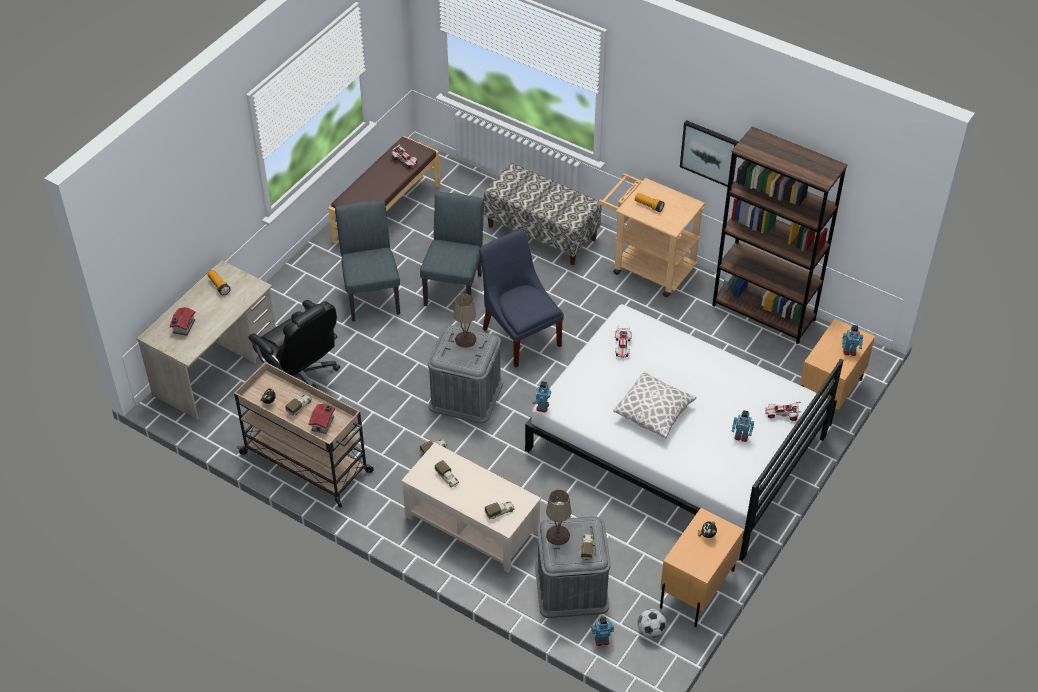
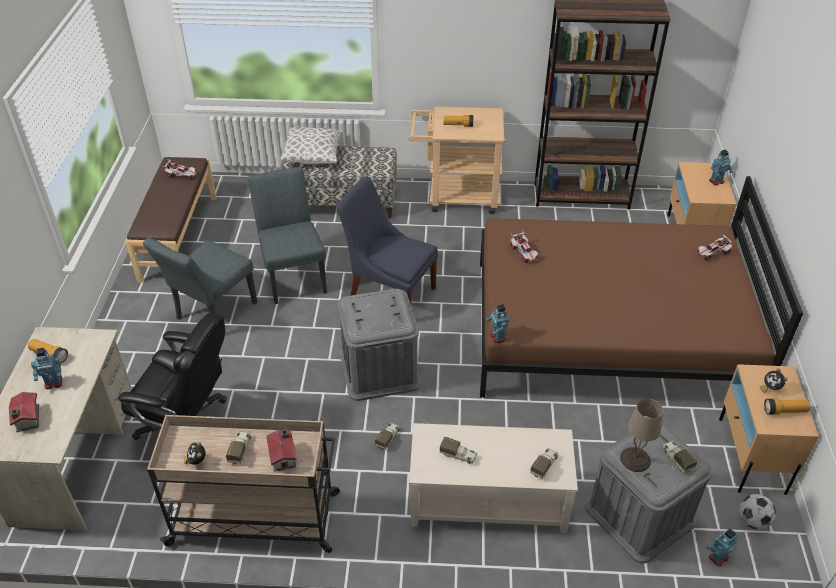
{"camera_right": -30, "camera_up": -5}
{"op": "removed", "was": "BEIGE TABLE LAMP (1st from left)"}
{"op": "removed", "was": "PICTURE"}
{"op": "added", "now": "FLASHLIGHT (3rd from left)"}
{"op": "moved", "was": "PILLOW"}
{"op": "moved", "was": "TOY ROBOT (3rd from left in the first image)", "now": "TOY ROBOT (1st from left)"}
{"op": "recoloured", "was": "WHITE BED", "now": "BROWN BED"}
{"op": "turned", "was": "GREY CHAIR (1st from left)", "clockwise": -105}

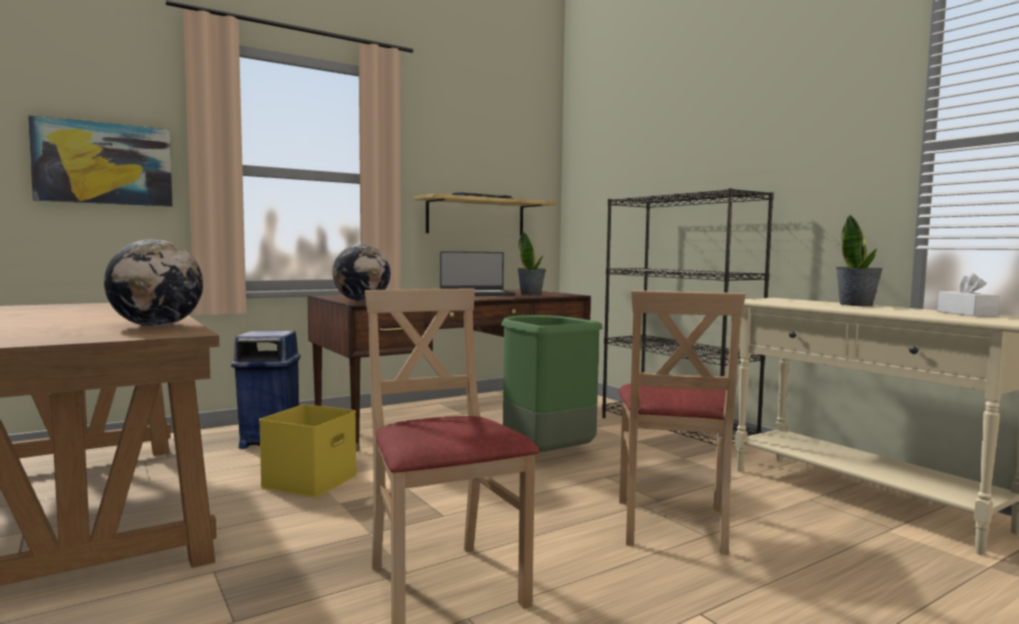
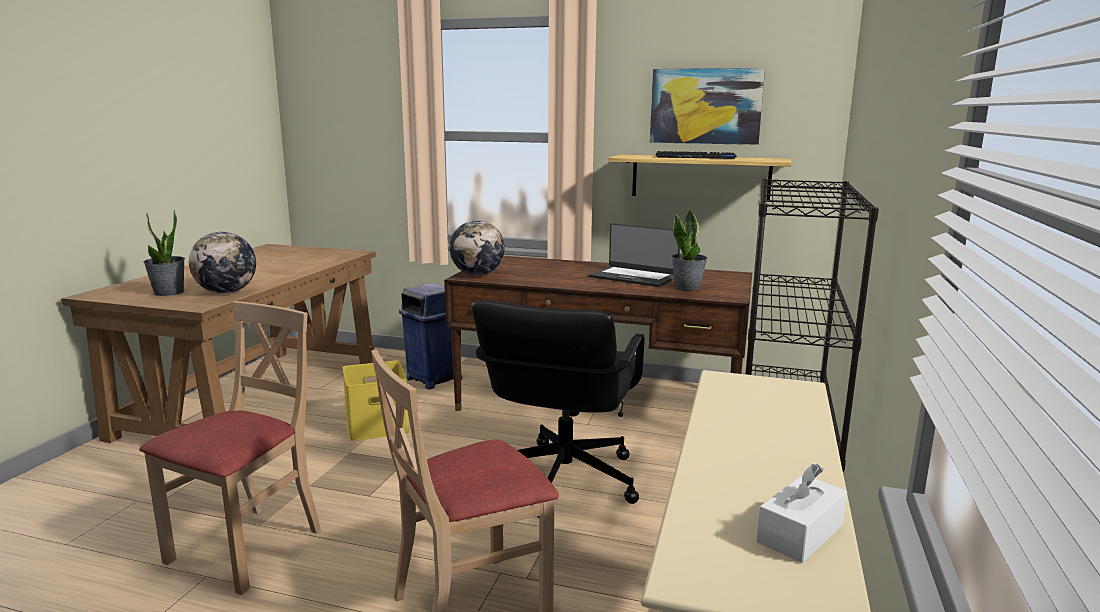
{"camera_right": 50, "camera_up": 10}
{"op": "moved", "was": "PICTURE"}
{"op": "moved", "was": "POTTED PLANT (2nd from left in the first image)", "now": "POTTED PLANT (1st from left)"}
{"op": "replaced", "was": "GREEN TRASH CAN", "now": "BLACK OFFICE CHAIR"}

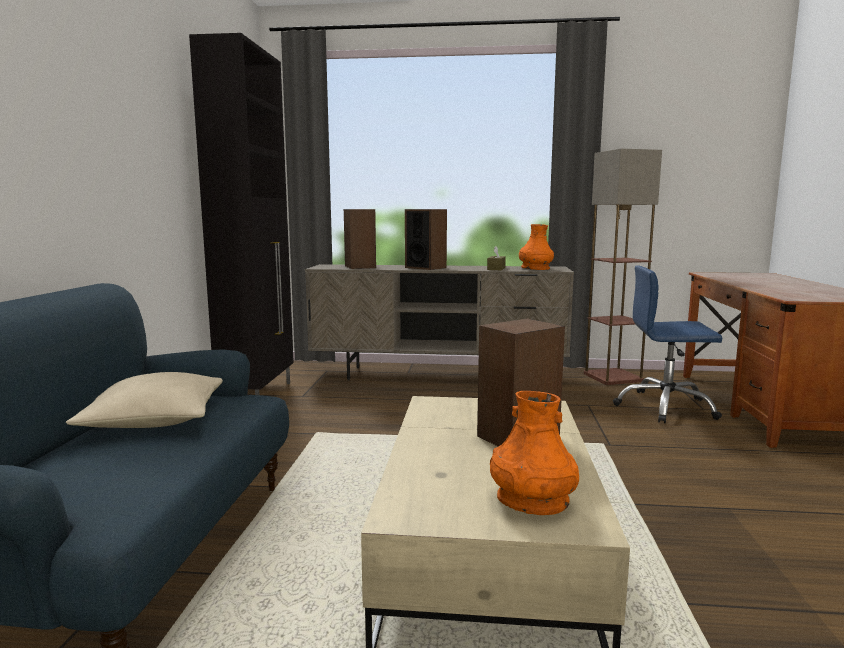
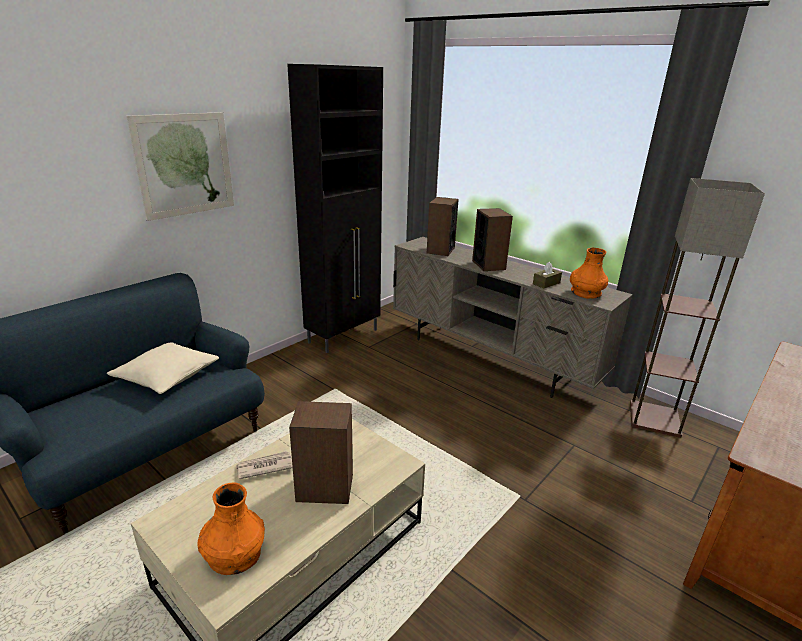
{"camera_right": 35, "camera_up": 15}
{"op": "removed", "was": "BLUE OFFICE CHAIR"}
{"op": "added", "now": "PICTURE"}
{"op": "added", "now": "NEWSPAPER"}

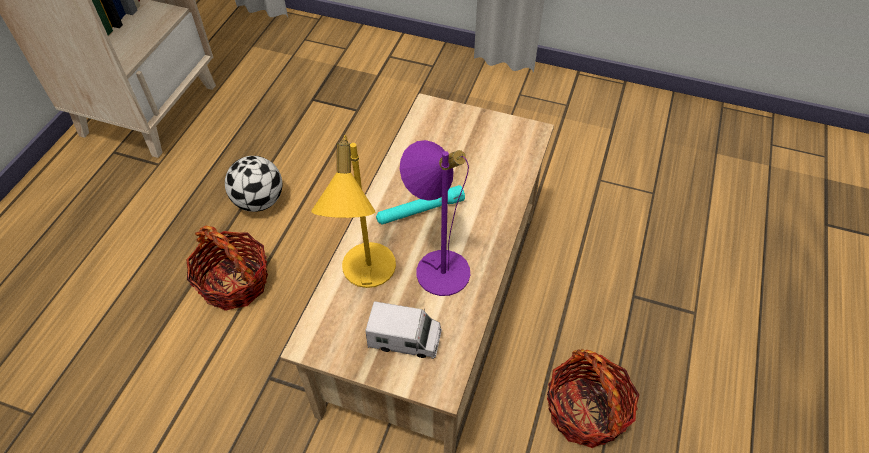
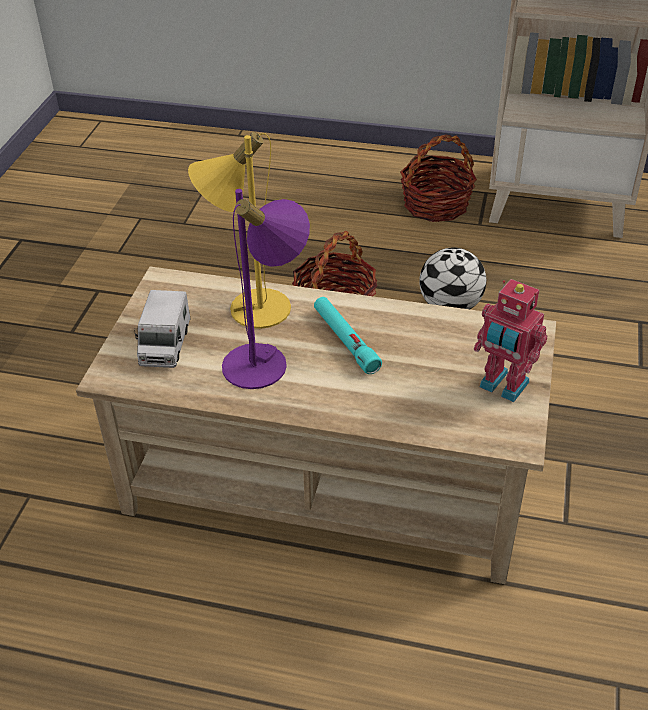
{"camera_right": 85, "camera_up": -10}
{"op": "added", "now": "TOY ROBOT"}
{"op": "moved", "was": "BASKET (2nd from left)"}

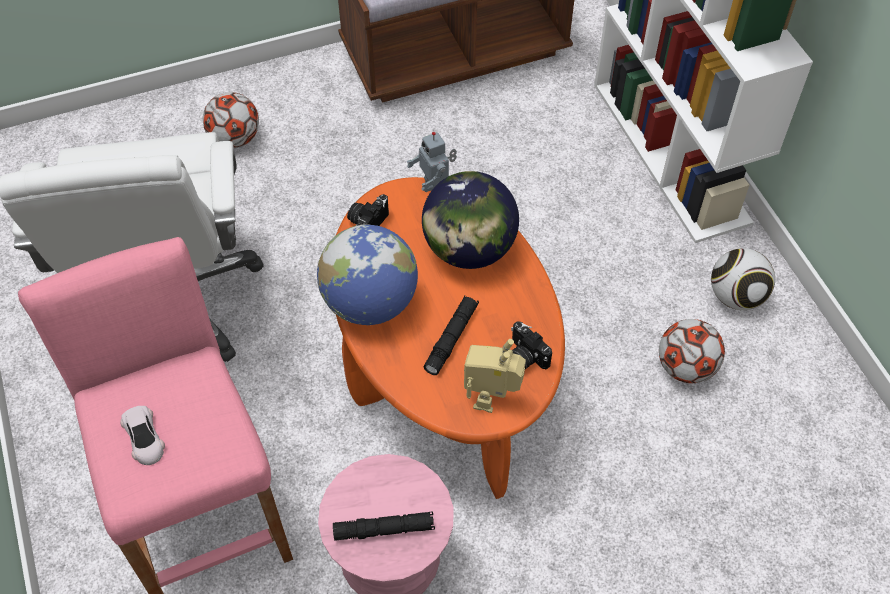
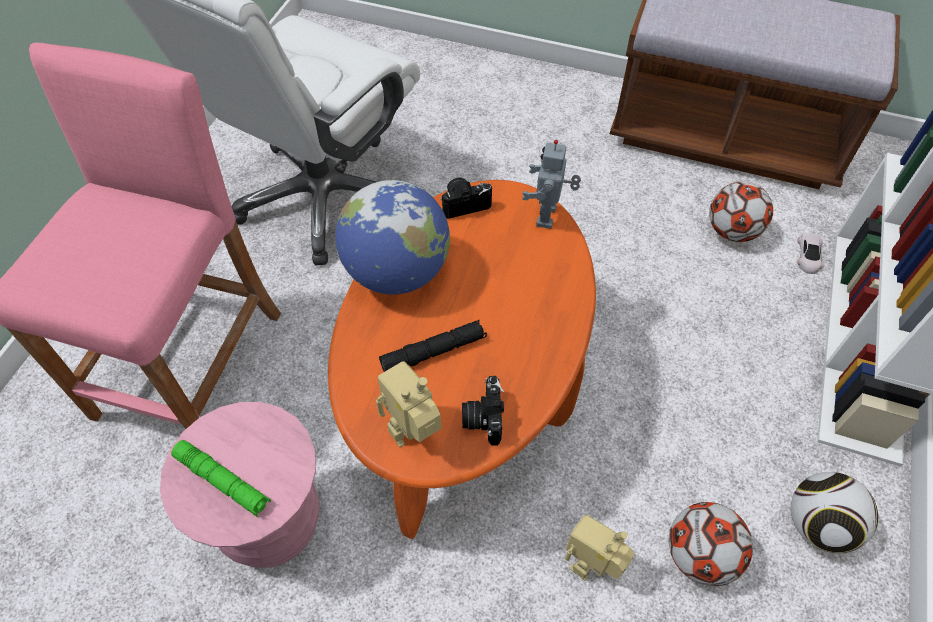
{"camera_right": 40, "camera_up": 0}
{"op": "removed", "was": "GLOBE (2nd from left)"}
{"op": "added", "now": "TOY ROBOT (3rd from left)"}
{"op": "moved", "was": "WHITE TOY CAR"}
{"op": "moved", "was": "FOOTBALL (1st from left in the first image)", "now": "FOOTBALL (2nd from left)"}
{"op": "recoloured", "was": "BLACK FLASHLIGHT (1st from left)", "now": "GREEN FLASHLIGHT"}

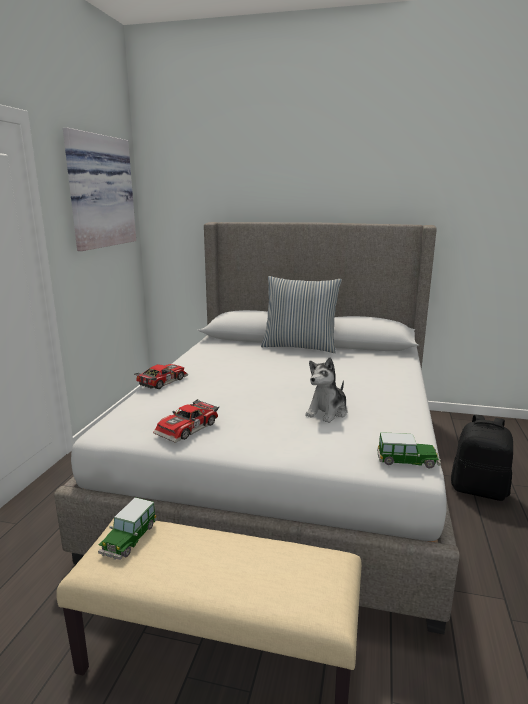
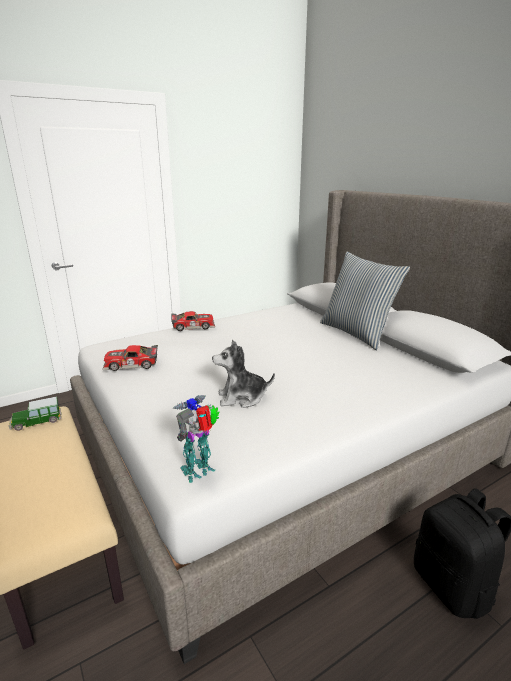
{"camera_right": 45, "camera_up": 5}
{"op": "removed", "was": "PICTURE"}
{"op": "replaced", "was": "TOY CAR (4th from left)", "now": "TOY ROBOT"}

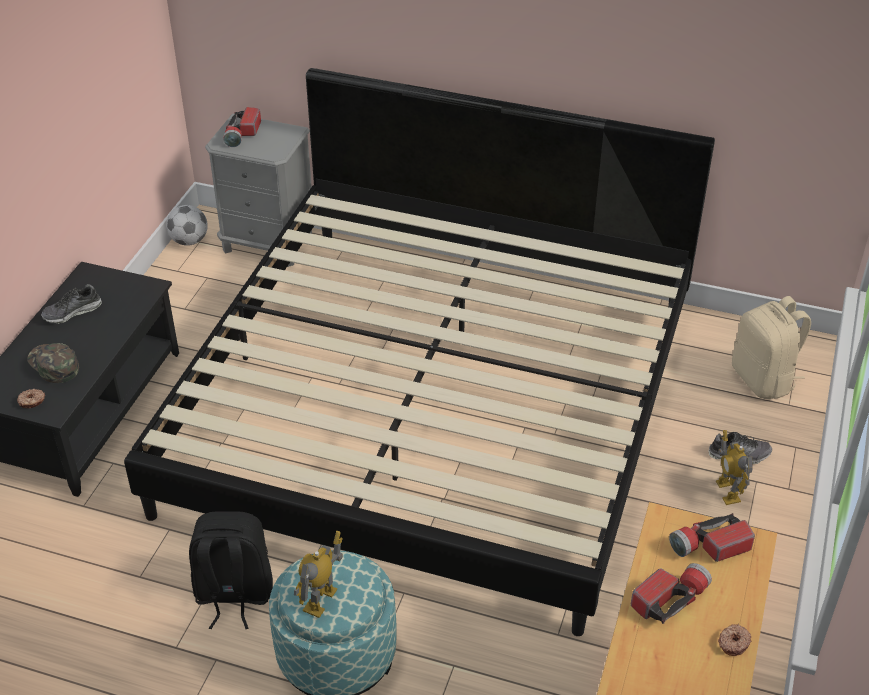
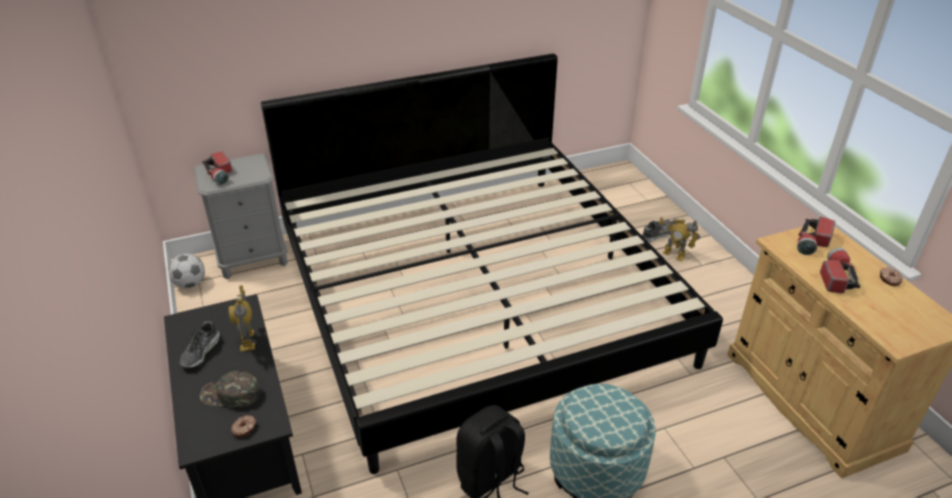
{"camera_right": -40, "camera_up": -5}
{"op": "removed", "was": "BEIGE BACKPACK"}
{"op": "moved", "was": "TOY ROBOT (1st from left)"}

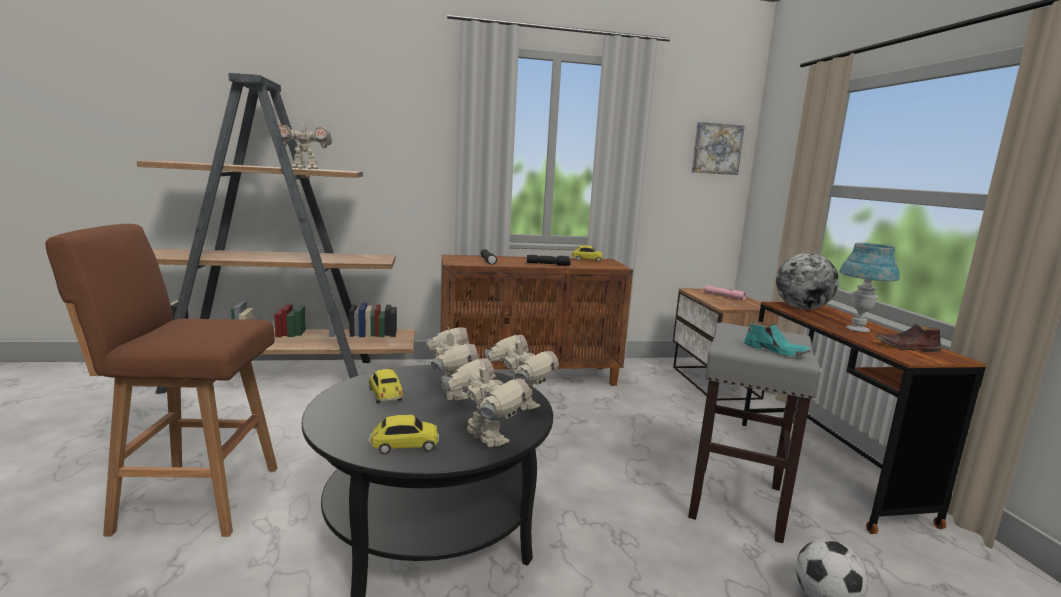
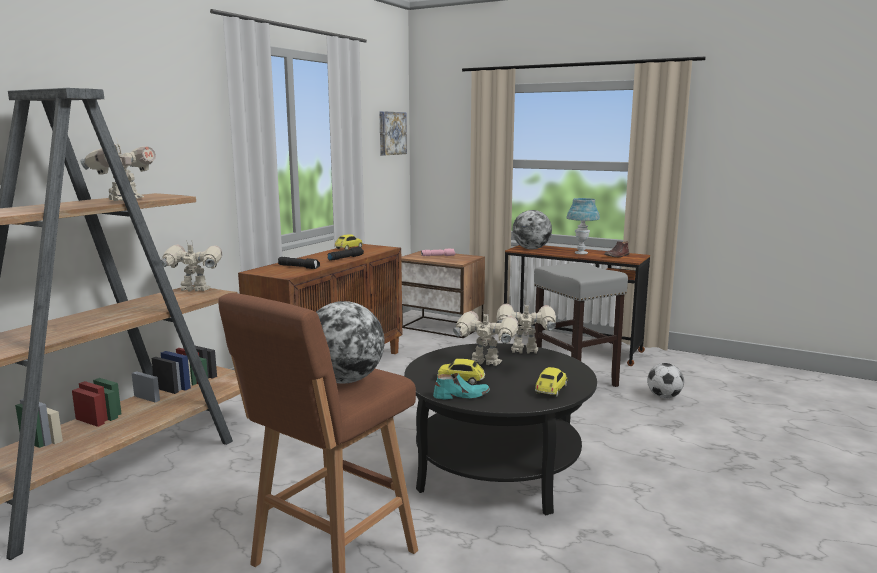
{"camera_right": -50, "camera_up": 0}
{"op": "added", "now": "GLOBE (1st from left)"}
{"op": "moved", "was": "TOY ROBOT (3rd from left in the first image)", "now": "TOY ROBOT (2nd from left)"}
{"op": "moved", "was": "TURQUOISE SHOE"}

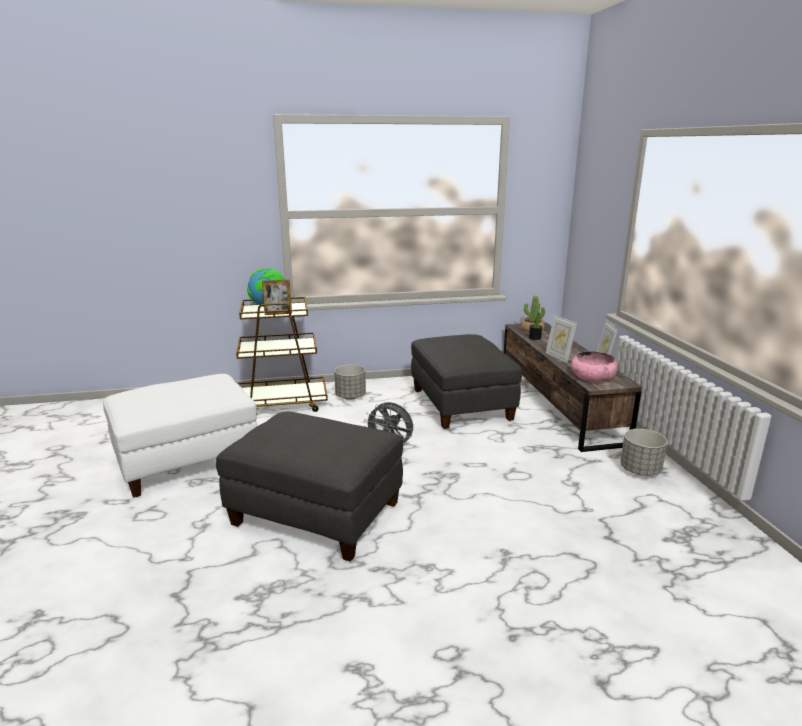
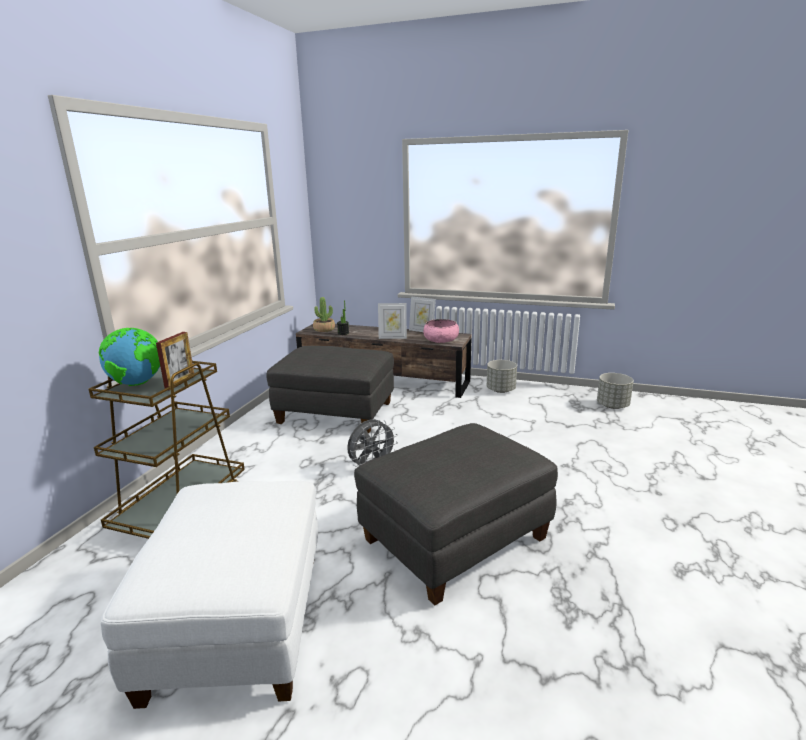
{"camera_right": -60, "camera_up": 0}
{"op": "moved", "was": "GREY PLANTER (1st from left in the first image)", "now": "GREY PLANTER (2nd from left)"}

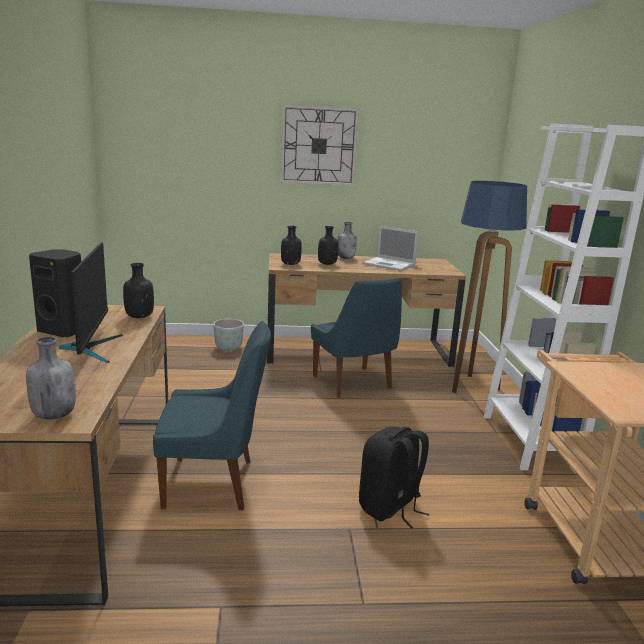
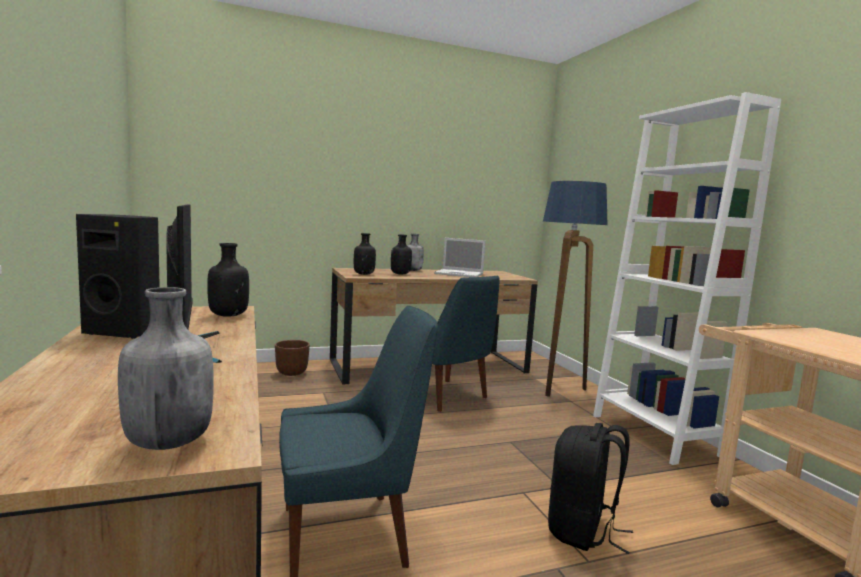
{"camera_right": -15, "camera_up": -10}
{"op": "removed", "was": "WALL CLOCK"}
{"op": "recoloured", "was": "GREY PLANTER", "now": "BROWN PLANTER"}

